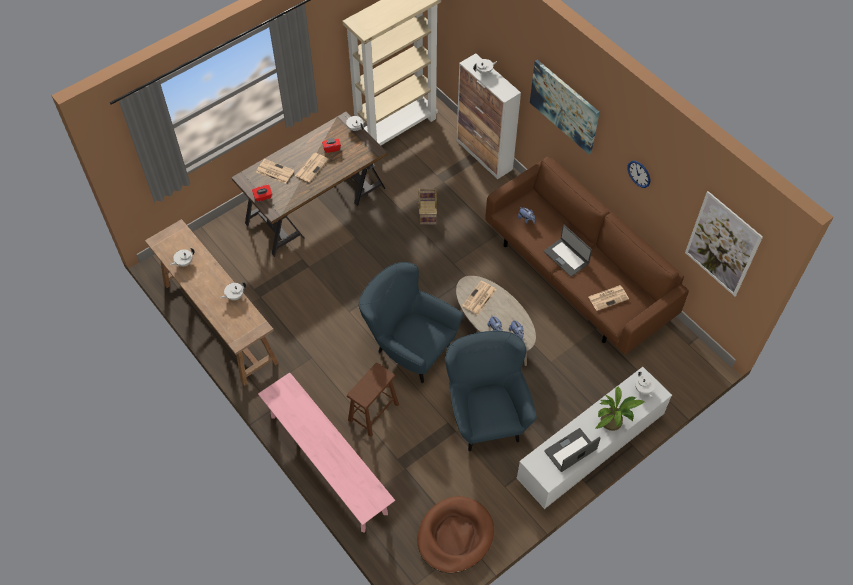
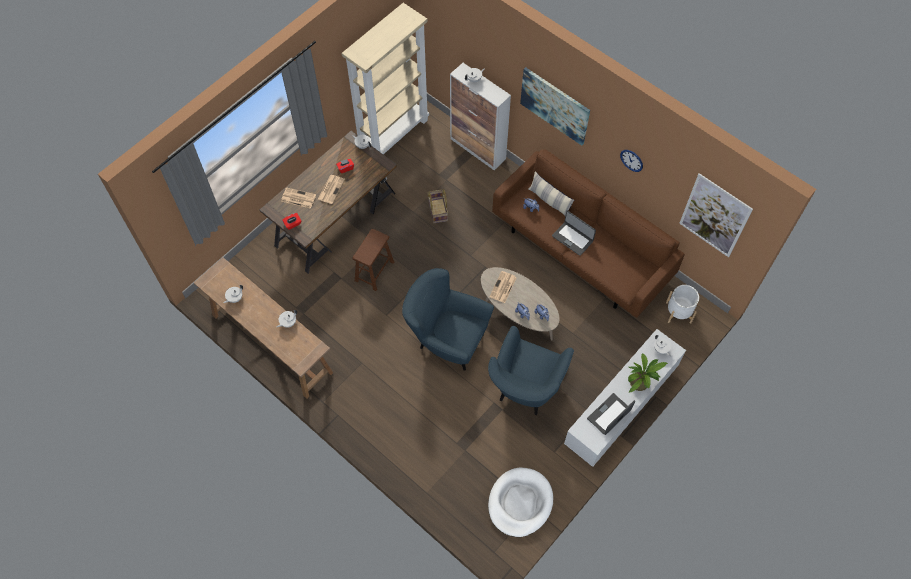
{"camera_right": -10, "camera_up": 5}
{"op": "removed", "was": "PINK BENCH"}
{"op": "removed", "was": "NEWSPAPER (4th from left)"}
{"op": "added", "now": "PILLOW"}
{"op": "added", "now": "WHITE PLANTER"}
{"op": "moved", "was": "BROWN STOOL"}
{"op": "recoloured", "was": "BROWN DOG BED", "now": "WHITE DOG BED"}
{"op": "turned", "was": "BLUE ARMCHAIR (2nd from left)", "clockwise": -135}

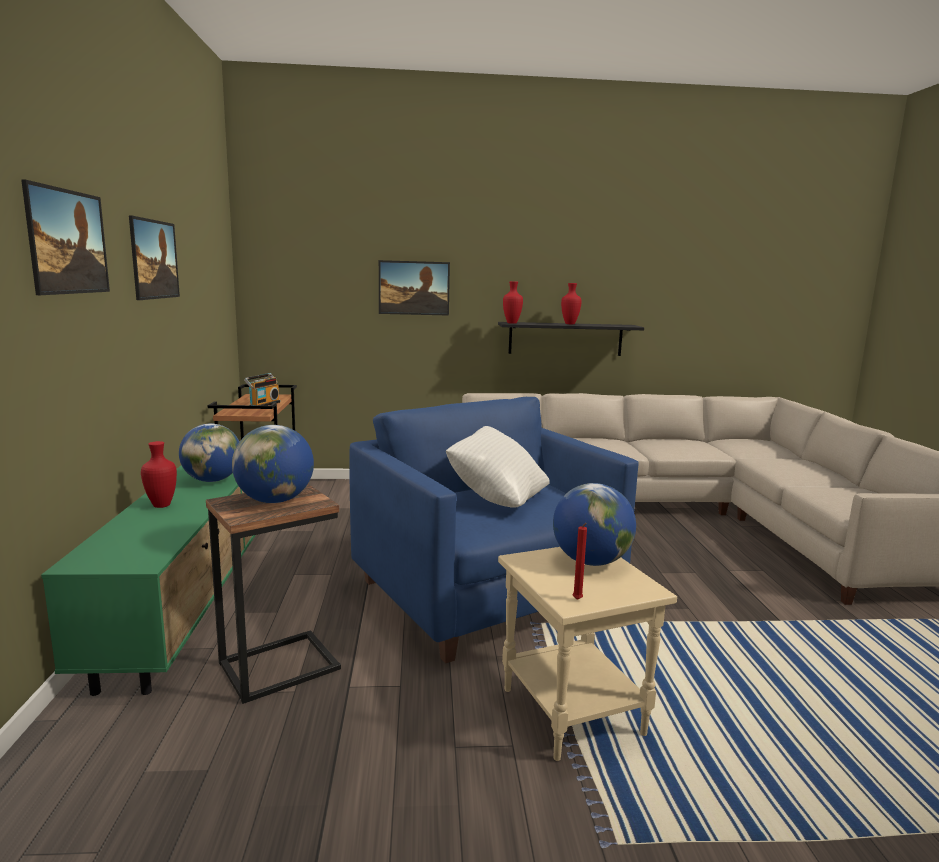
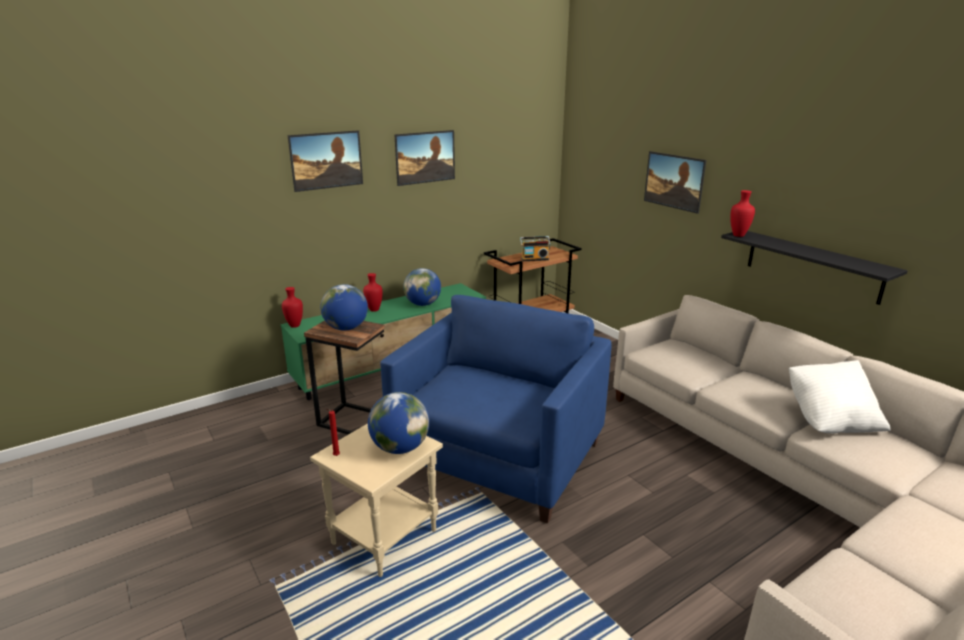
{"camera_right": 60, "camera_up": 10}
{"op": "moved", "was": "WHITE PILLOW"}
{"op": "moved", "was": "RED VASE (3rd from left in the first image)", "now": "RED VASE (1st from left)"}

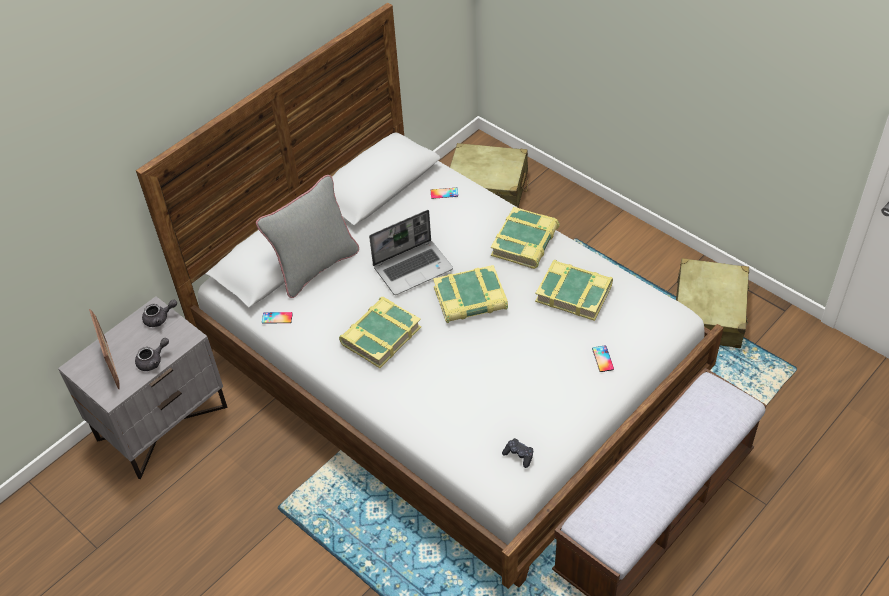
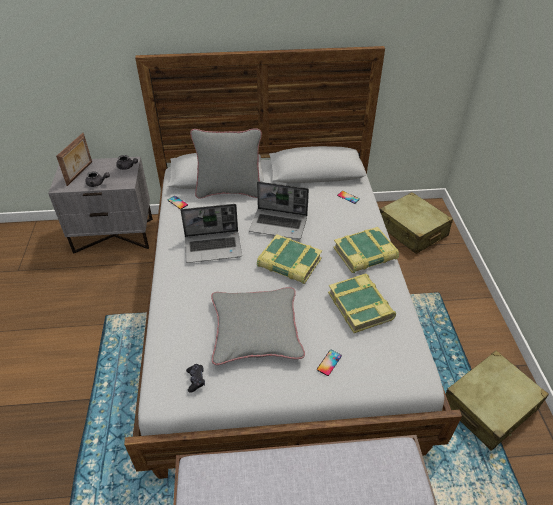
{"camera_right": 40, "camera_up": -5}
{"op": "added", "now": "GREY PILLOW (2nd from left)"}
{"op": "replaced", "was": "BOOK (1st from left)", "now": "LAPTOP (1st from left)"}

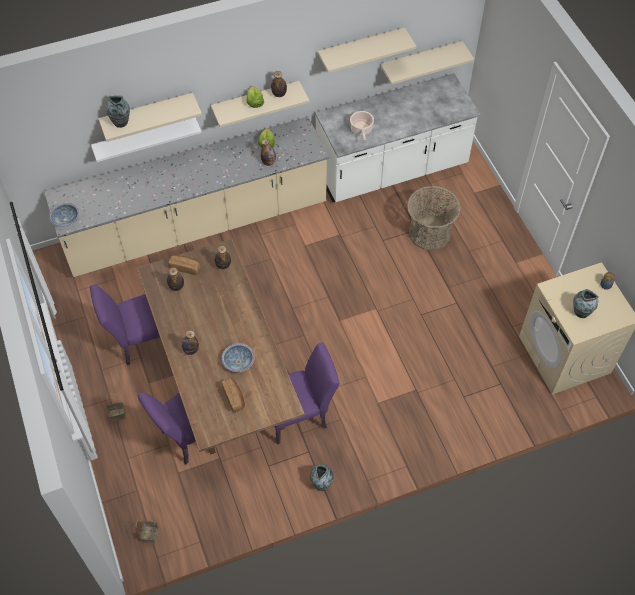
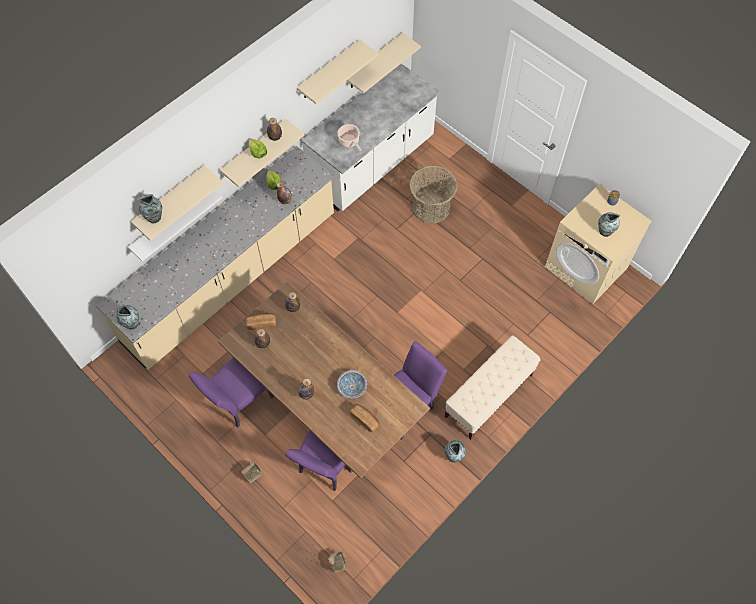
{"camera_right": -25, "camera_up": 5}
{"op": "added", "now": "BEIGE BENCH"}
{"op": "replaced", "was": "BOWL (1st from left)", "now": "VASE (1st from left)"}

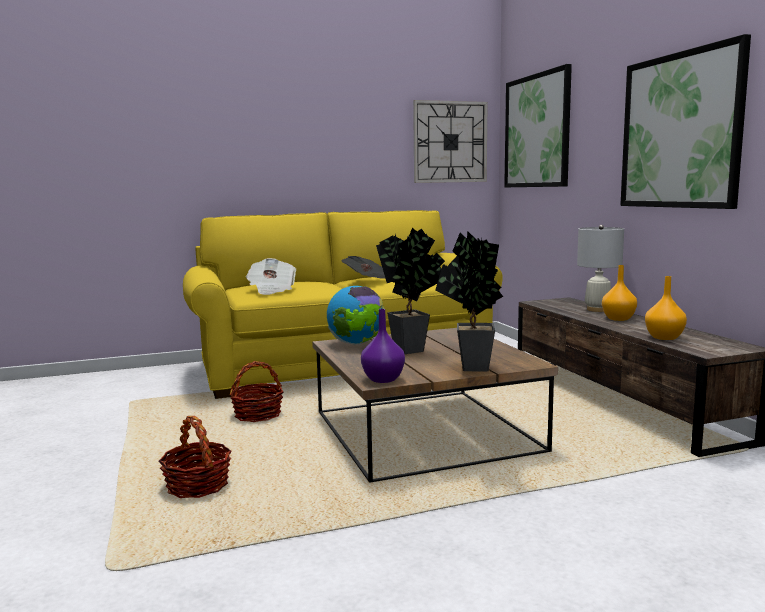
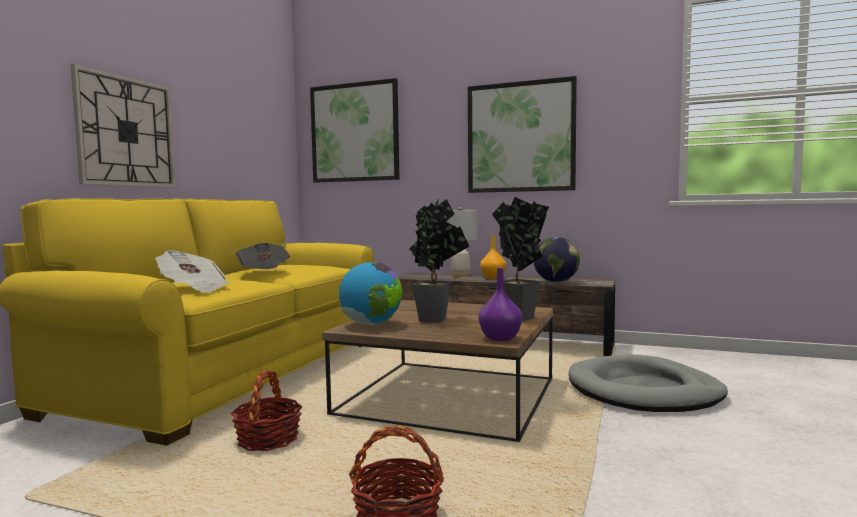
{"camera_right": -50, "camera_up": -5}
{"op": "added", "now": "GREY DOG BED"}
{"op": "moved", "was": "WALL CLOCK"}
{"op": "replaced", "was": "ORANGE VASE (2nd from left)", "now": "GLOBE (2nd from left)"}

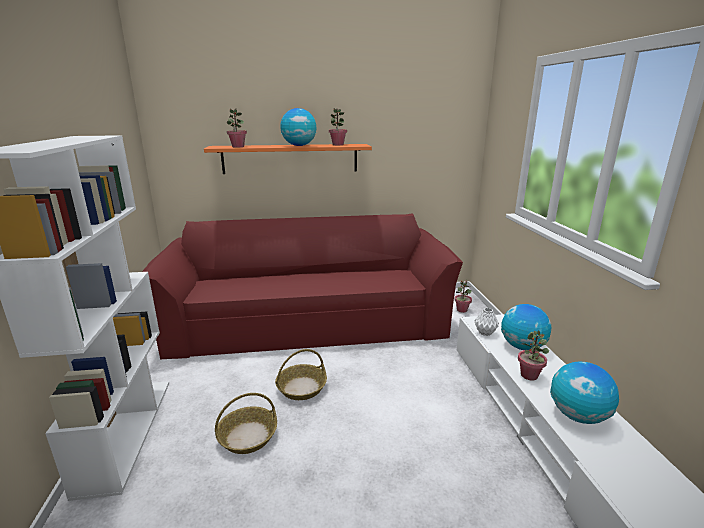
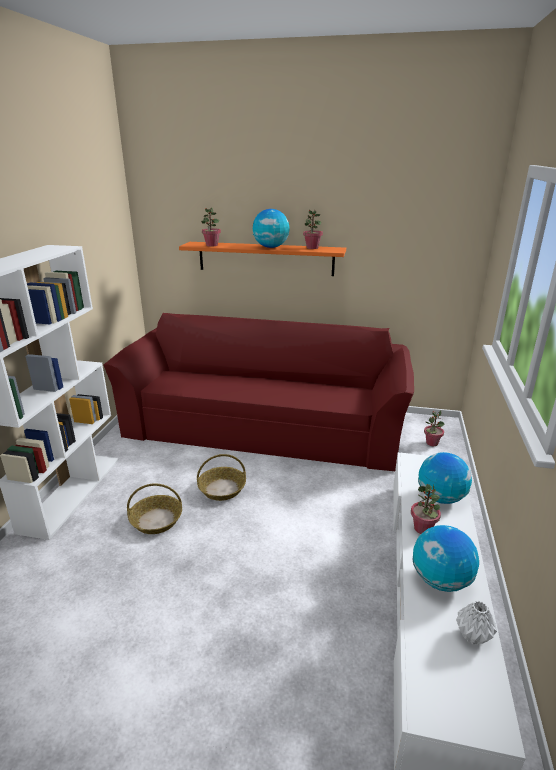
{"camera_right": 20, "camera_up": 5}
{"op": "moved", "was": "WHITE VASE"}

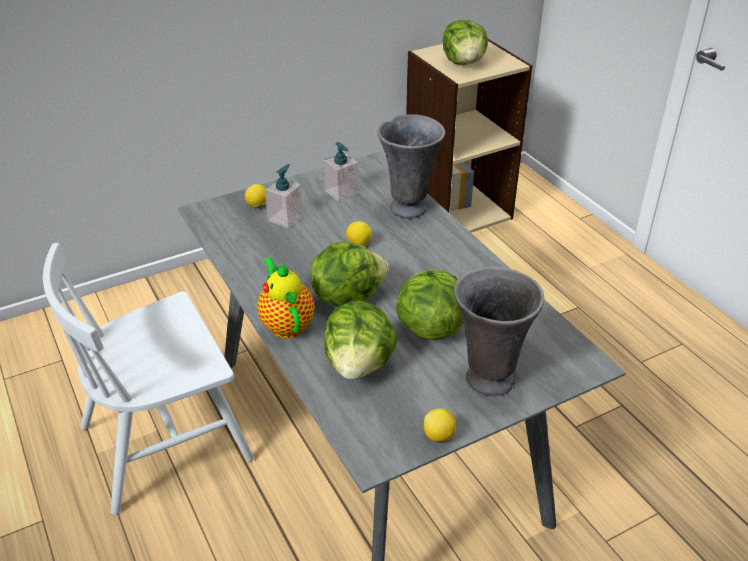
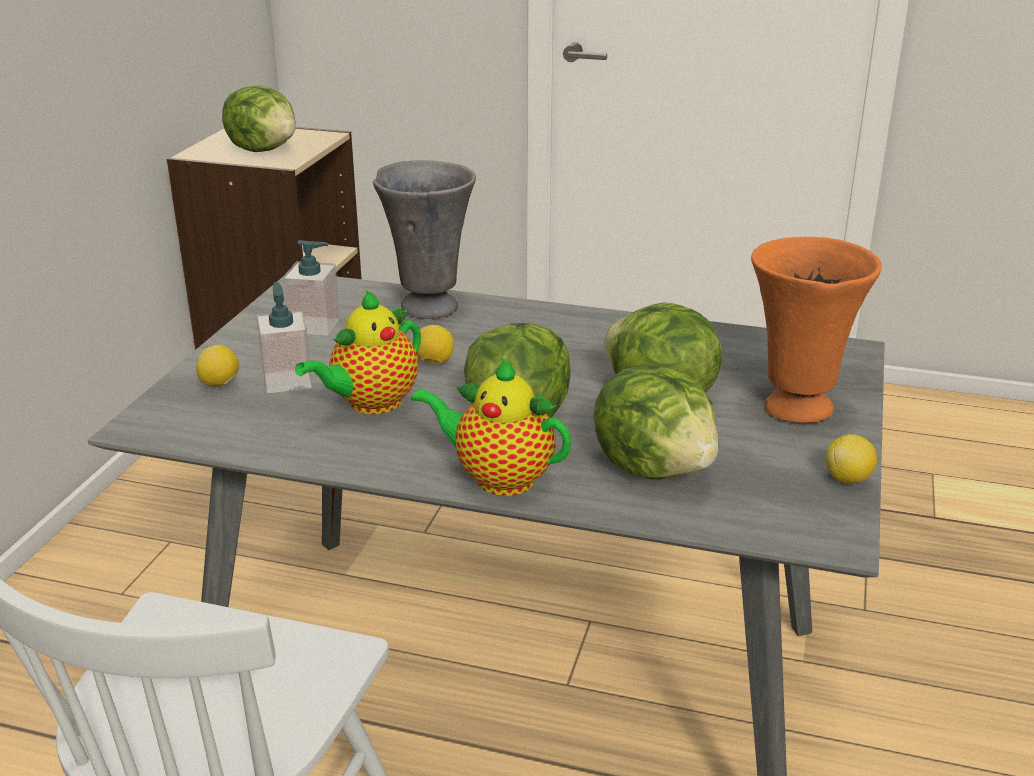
{"camera_right": -45, "camera_up": -10}
{"op": "added", "now": "TEAPOT (1st from left)"}
{"op": "recoloured", "was": "GREY VASE (2nd from left)", "now": "ORANGE VASE"}

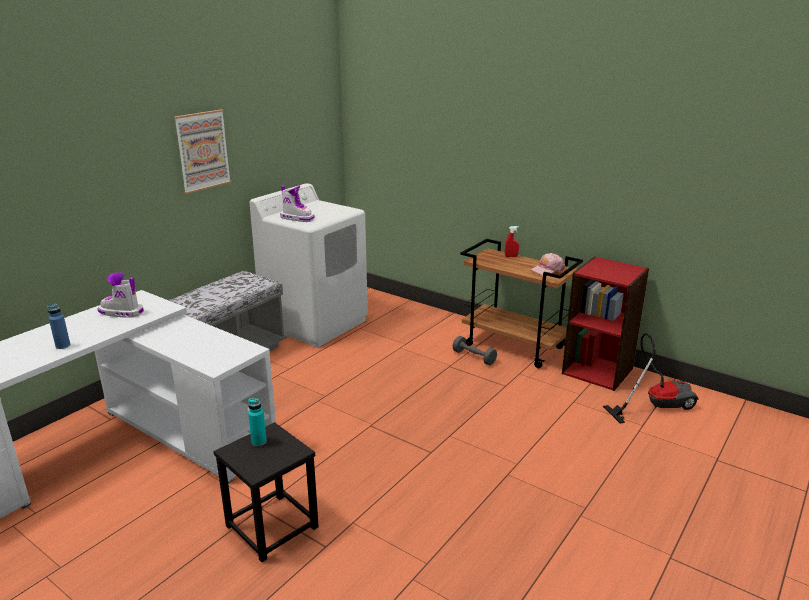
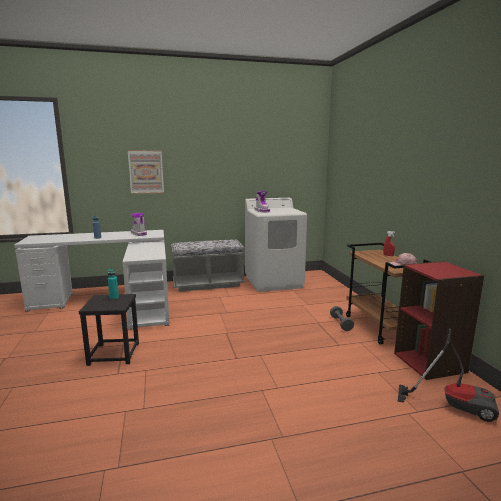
{"camera_right": 40, "camera_up": -10}
{"op": "moved", "was": "PICTURE"}

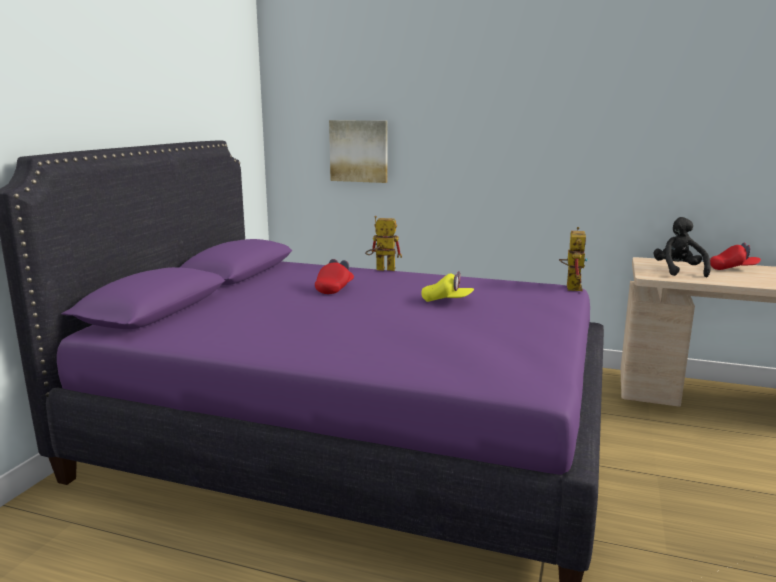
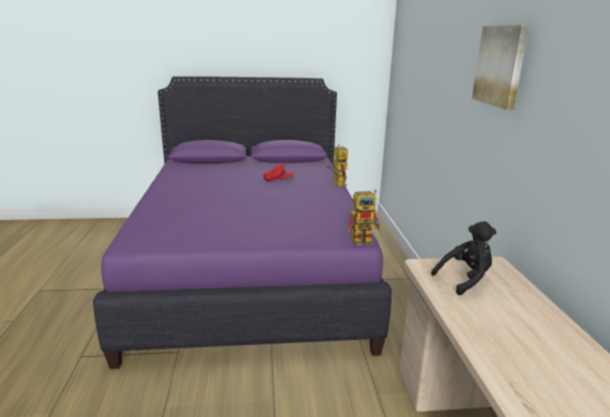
{"camera_right": 65, "camera_up": 5}
{"op": "removed", "was": "YELLOW CAP"}
{"op": "removed", "was": "RED CAP (2nd from left)"}
{"op": "moved", "was": "PICTURE"}

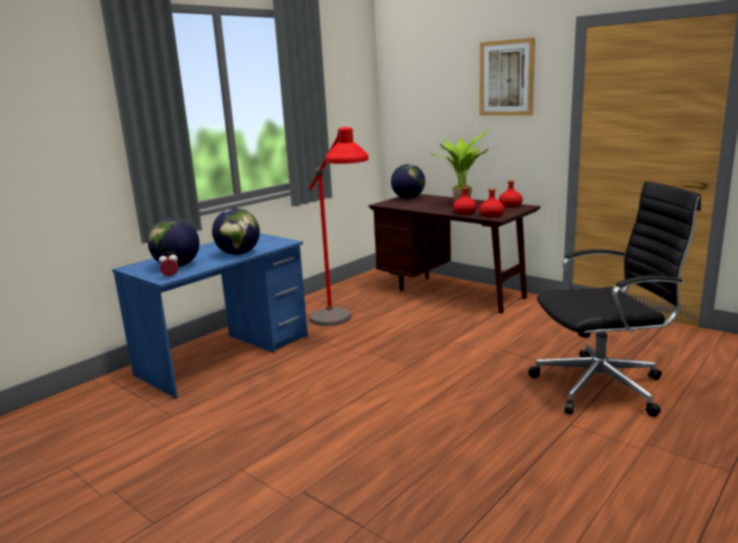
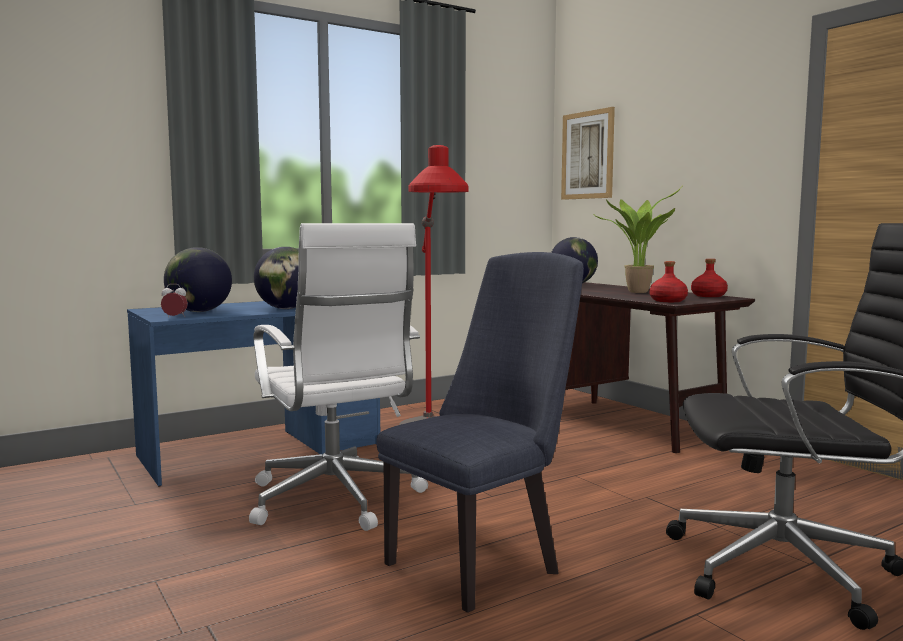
{"camera_right": 15, "camera_up": -10}
{"op": "removed", "was": "RED BOTTLE (1st from left)"}
{"op": "added", "now": "WHITE OFFICE CHAIR"}
{"op": "added", "now": "BLUE CHAIR"}
{"op": "moved", "was": "PICTURE"}

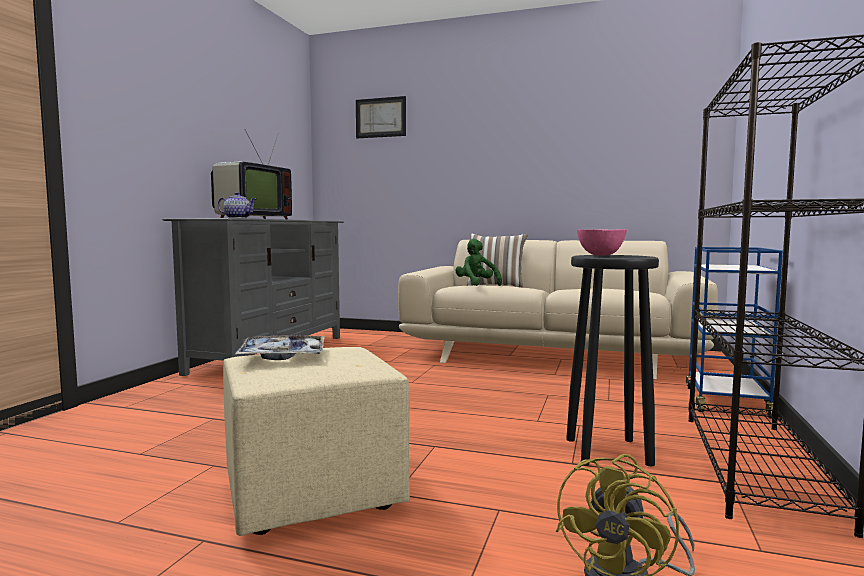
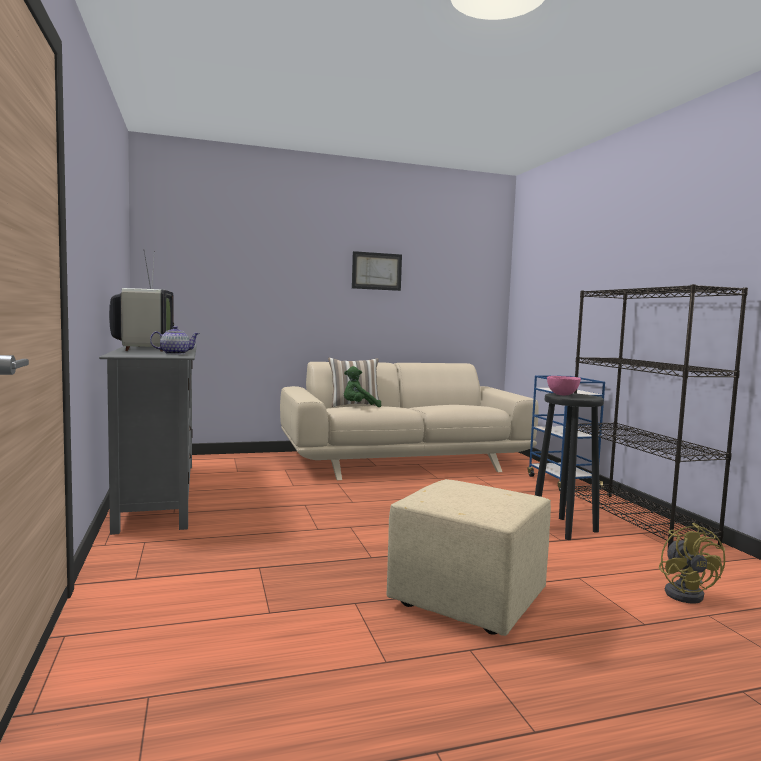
{"camera_right": -35, "camera_up": 0}
{"op": "removed", "was": "TRAY"}
{"op": "moved", "was": "PICTURE"}
{"op": "turned", "was": "GREEN PLUSH TOY", "clockwise": -45}

